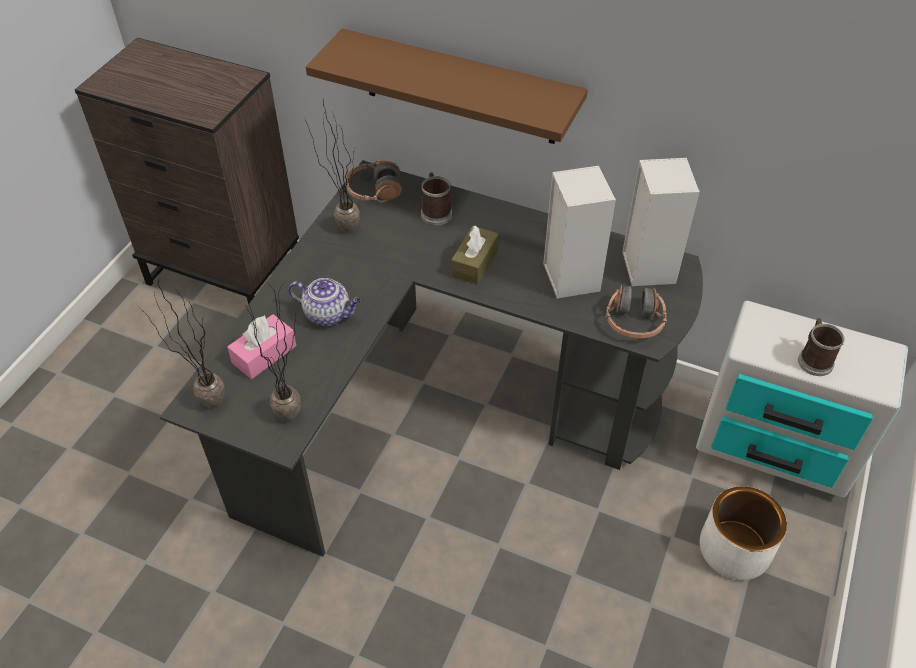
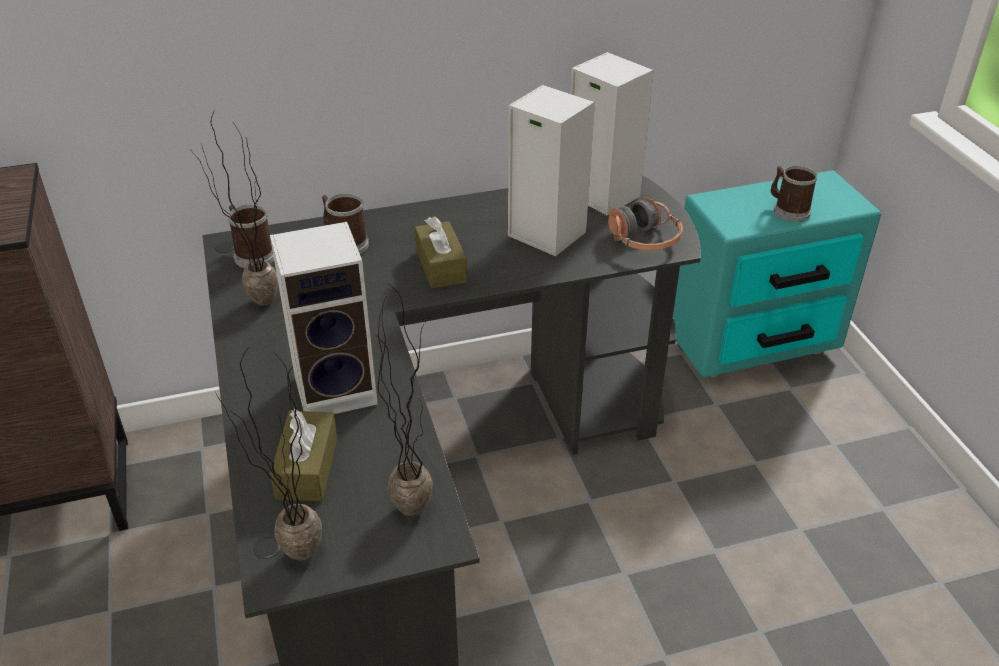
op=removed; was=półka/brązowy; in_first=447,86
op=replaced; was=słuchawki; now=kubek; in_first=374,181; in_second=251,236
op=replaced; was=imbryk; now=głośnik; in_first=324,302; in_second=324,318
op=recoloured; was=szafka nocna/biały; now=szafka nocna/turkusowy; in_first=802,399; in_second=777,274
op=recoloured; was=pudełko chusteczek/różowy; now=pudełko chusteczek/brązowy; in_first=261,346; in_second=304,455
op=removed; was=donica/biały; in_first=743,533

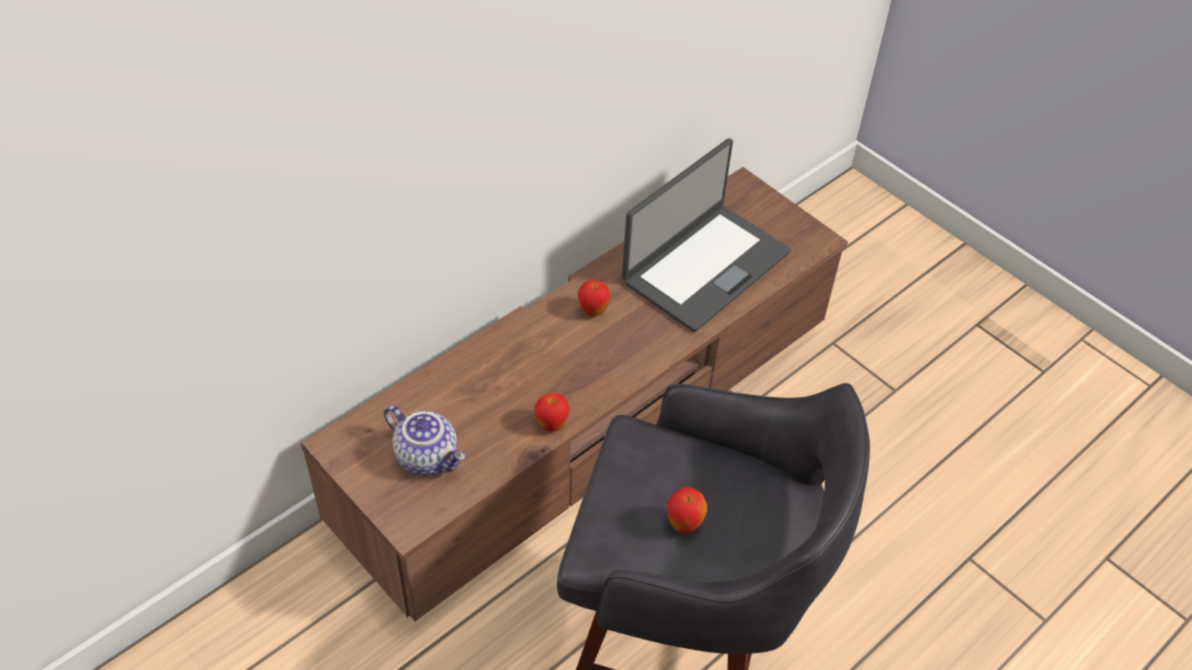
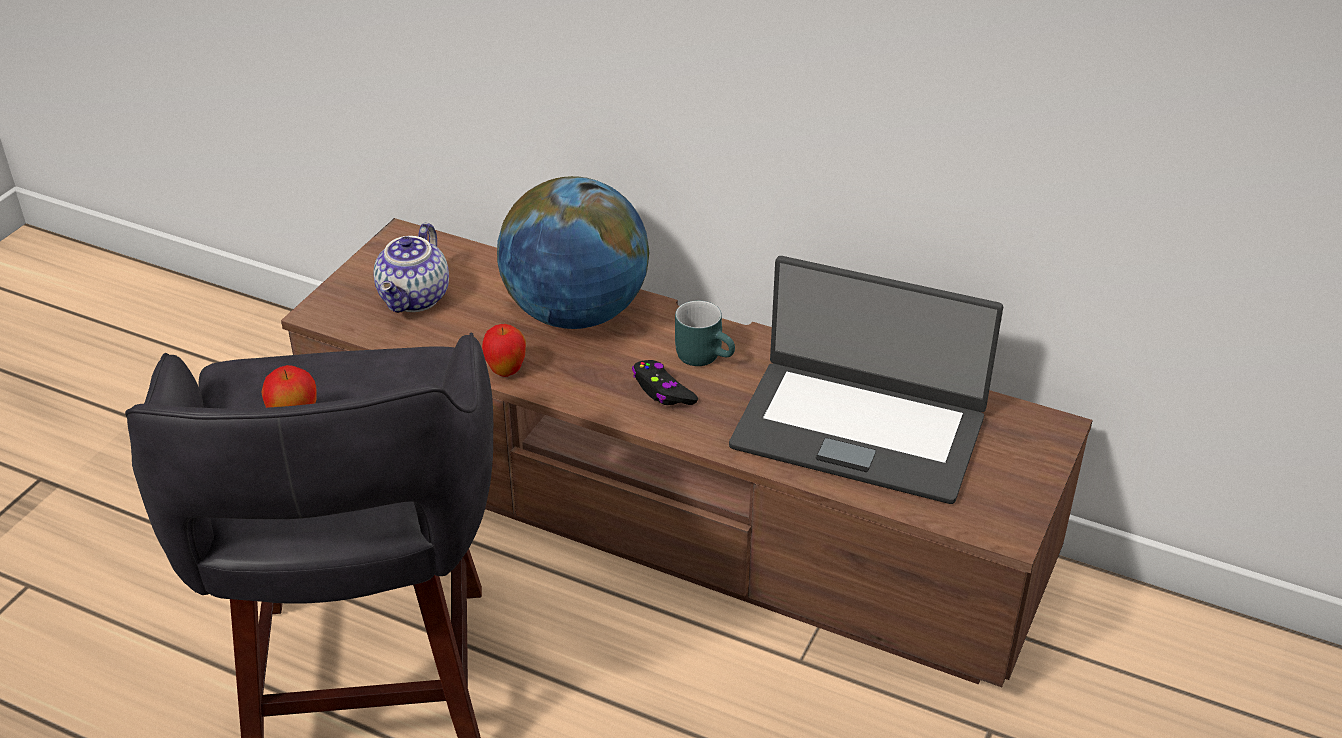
op=replaced; was=jabłko; now=kubek/turkusowy; in_first=594,298; in_second=705,333
op=added; now=globus; in_second=573,252
op=added; now=pad do gier/czarny; in_second=665,382

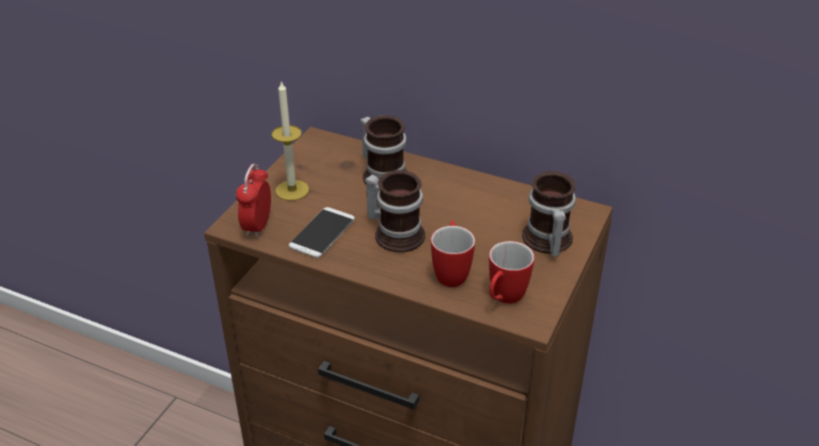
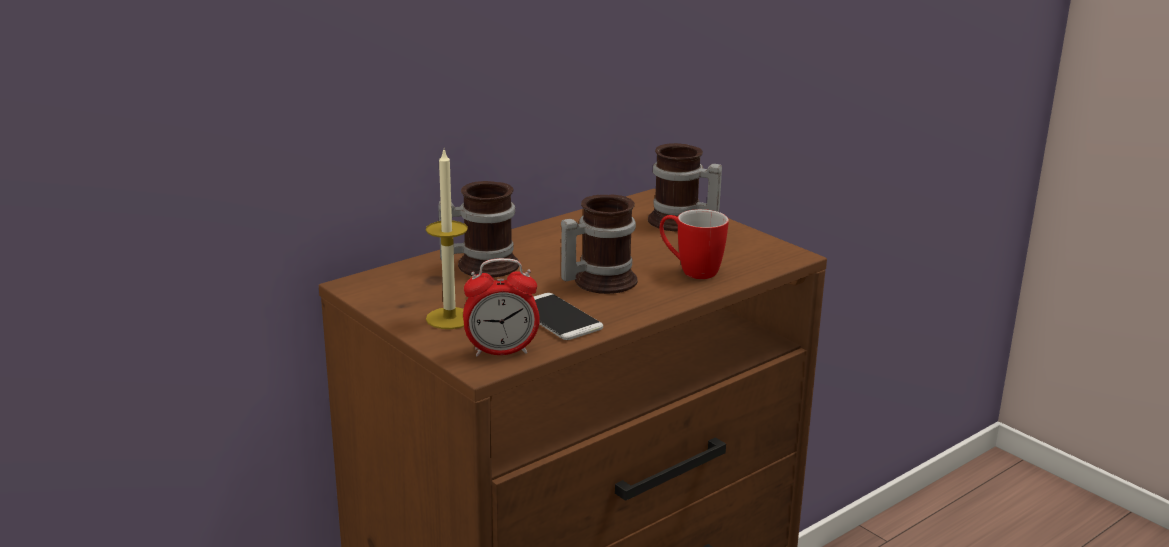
op=turned; was=budzik; in_first=253,200; in_second=501,307; clockwise=-45
op=removed; was=kubek; in_first=511,272

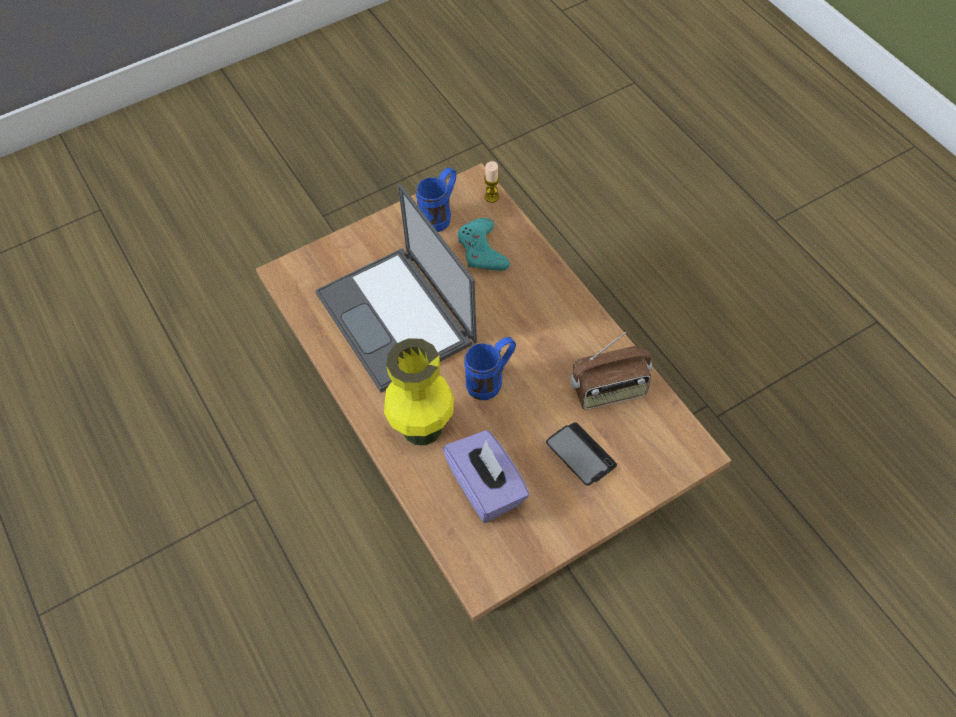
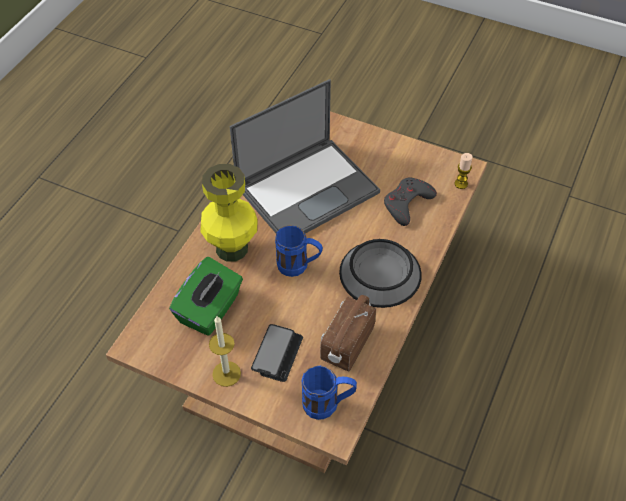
op=moved; was=kubek/niebieski; in_first=436,200; in_second=329,393
op=turned; was=laptop; in_first=396,287; in_second=305,156; clockwise=-150
op=recoloured; was=pad do gier/turkusowy; now=pad do gier/szary; in_first=484,244; in_second=410,201
op=turned; was=radio; in_first=611,371; in_second=348,333; clockwise=75
op=recoloured; was=pudełko chusteczek/fioletowy; now=pudełko chusteczek/zielony; in_first=486,476; in_second=206,296
op=added; now=miska; in_second=380,273
op=added; now=świeca; in_second=225,351

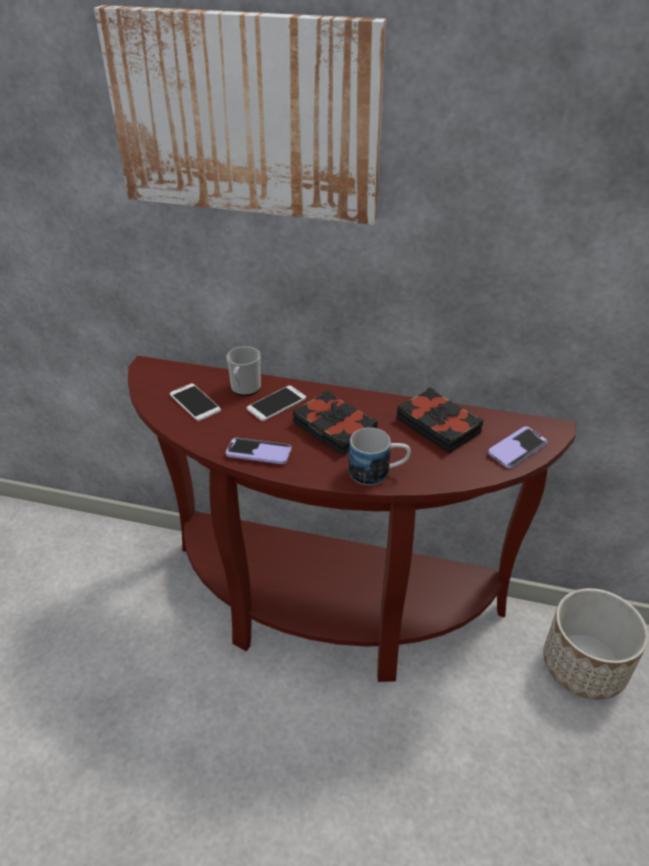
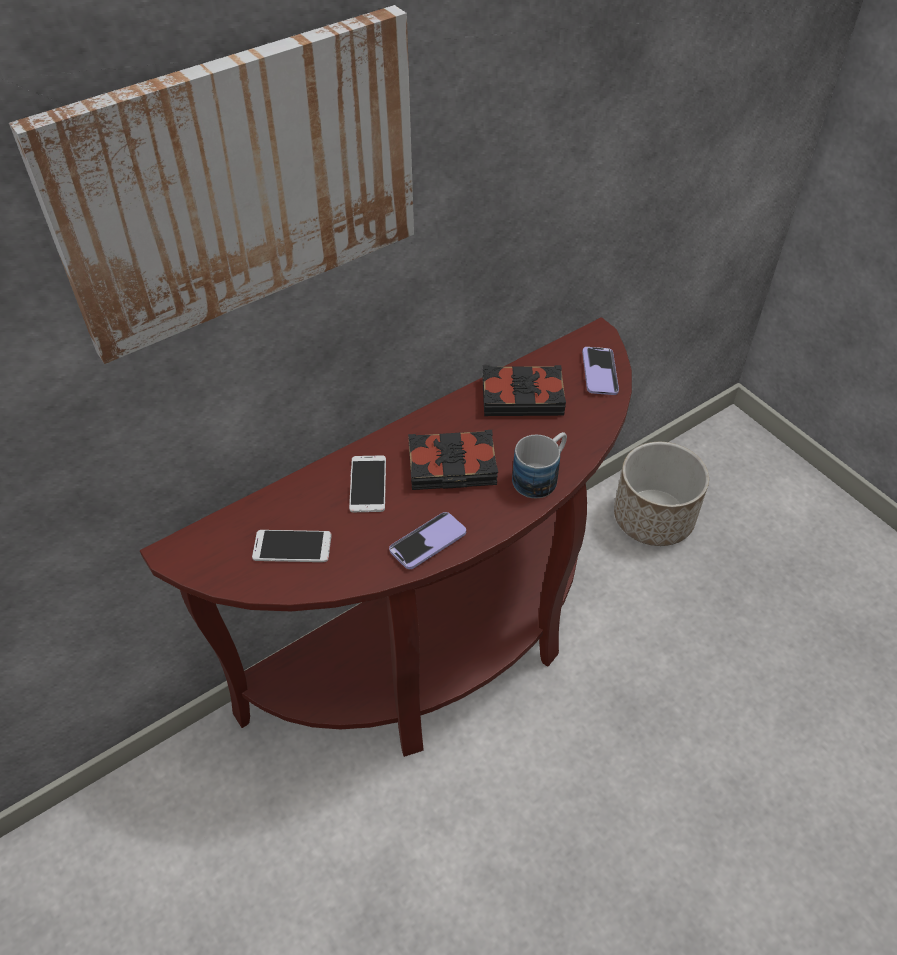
op=removed; was=kubek; in_first=244,371

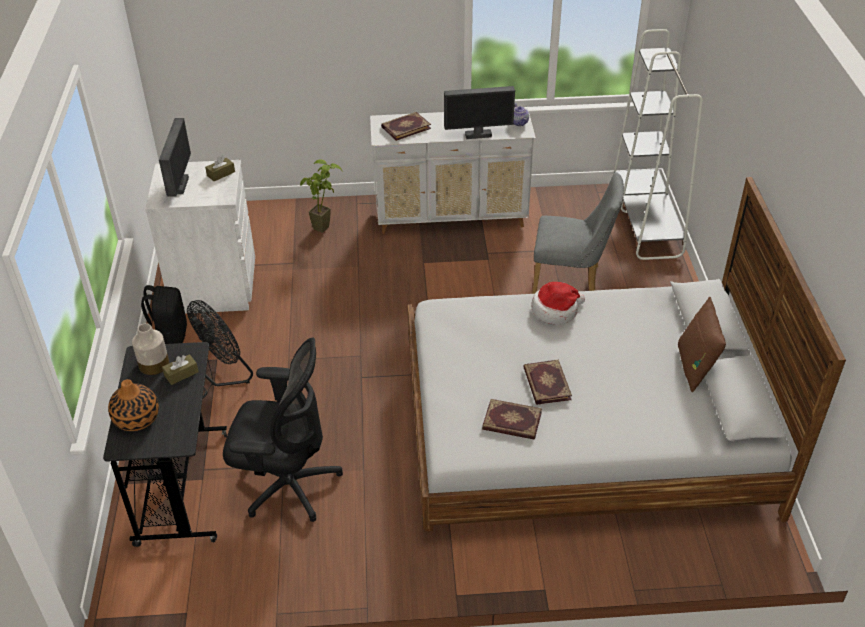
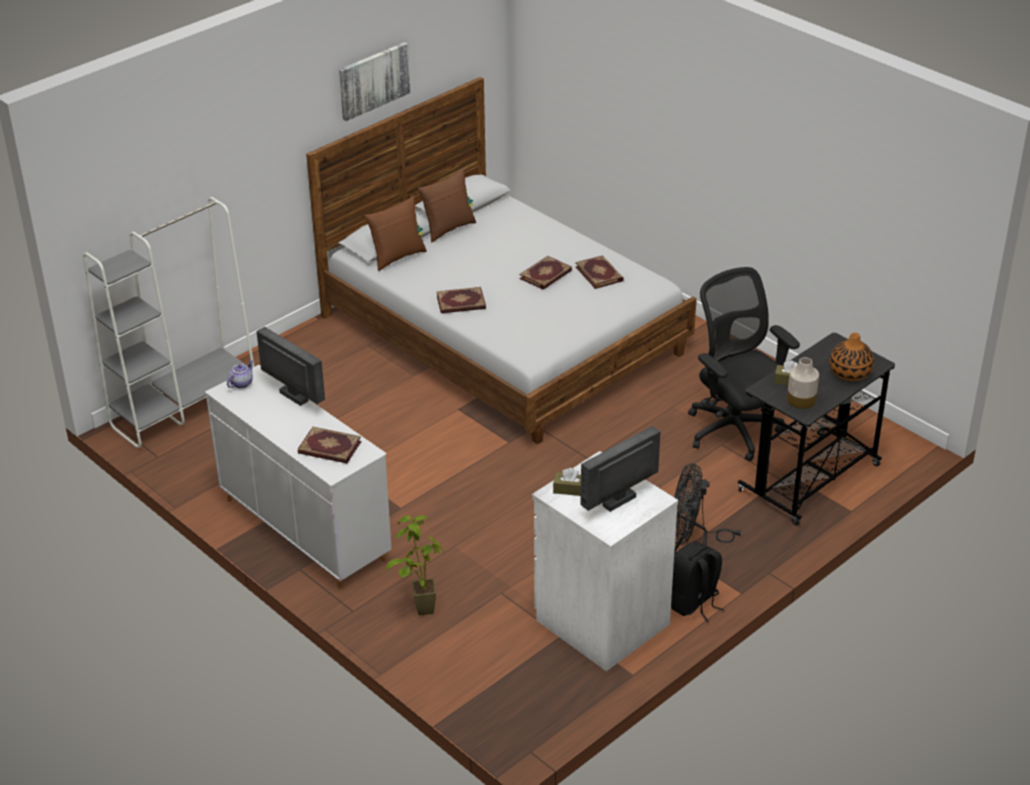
op=removed; was=krzesło/szary; in_first=578,233
op=replaced; was=kapelusz; now=książka; in_first=558,303; in_second=461,300
op=added; now=obraz; in_second=375,81
op=added; now=poduszka/brązowy; in_second=396,233

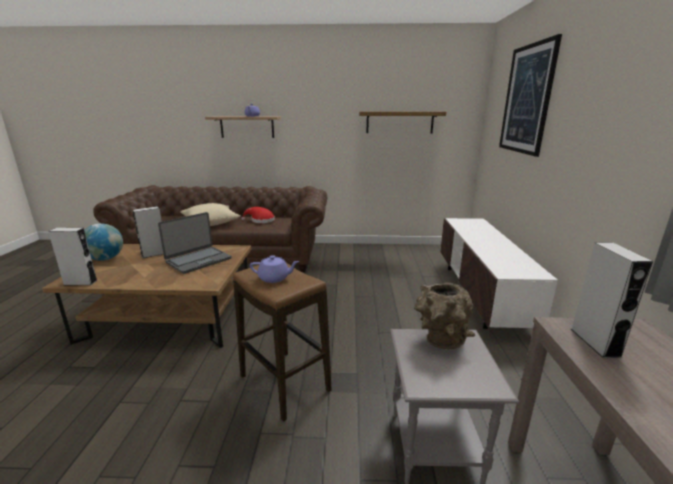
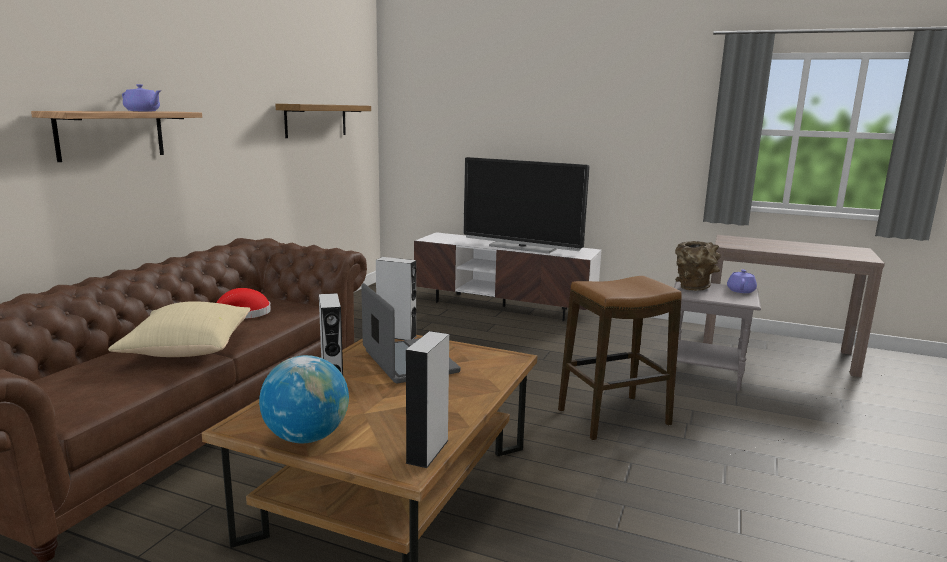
op=removed; was=obraz; in_first=530,95
op=moved; was=głośnik/szary; in_first=612,300; in_second=396,298
op=moved; was=imbryk/fioletowy; in_first=274,269; in_second=742,281
op=added; now=telewizor; in_second=526,205

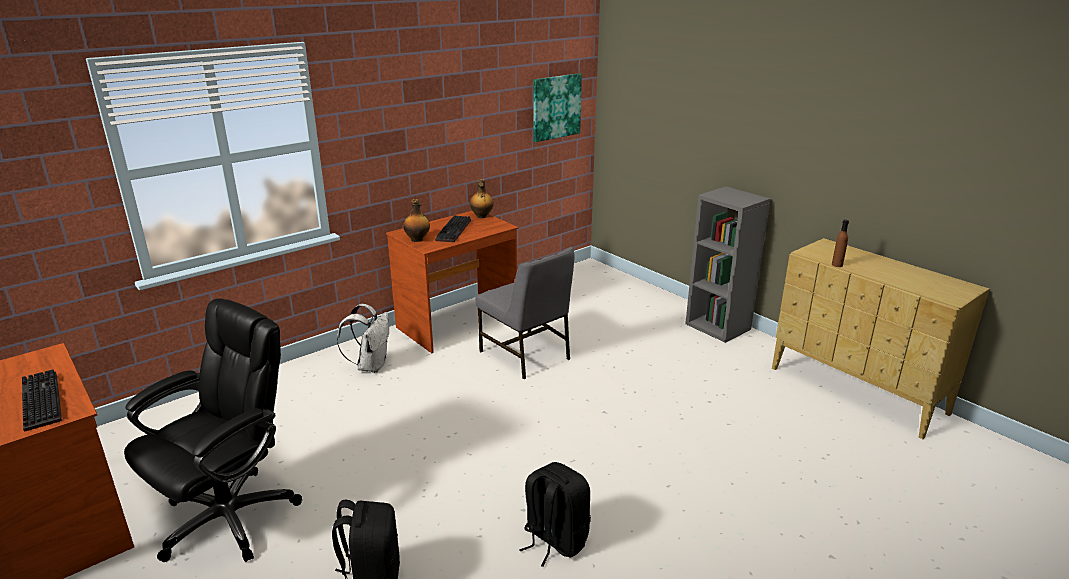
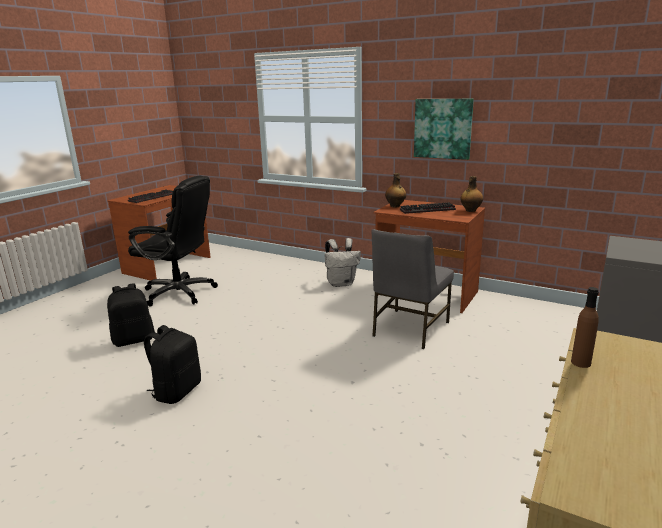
op=moved; was=obraz; in_first=557,107; in_second=444,129

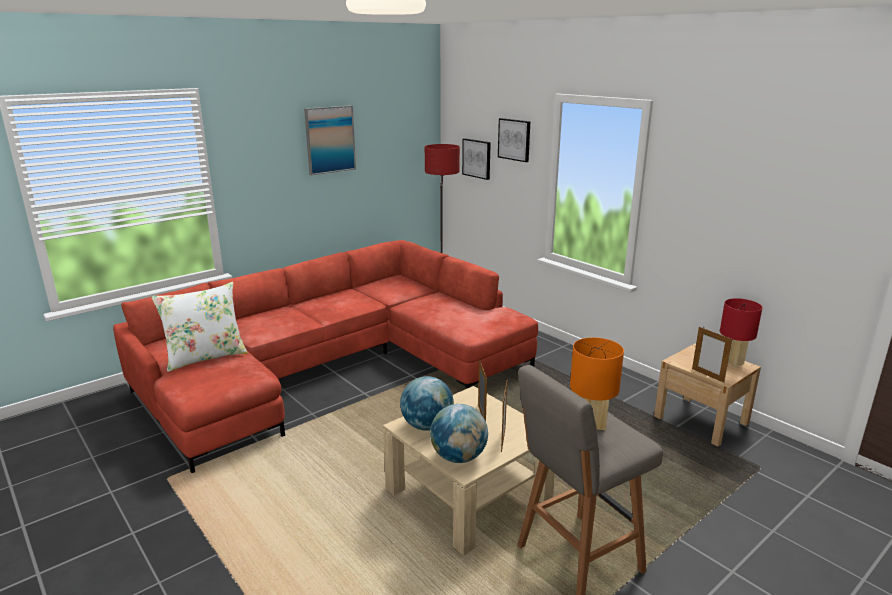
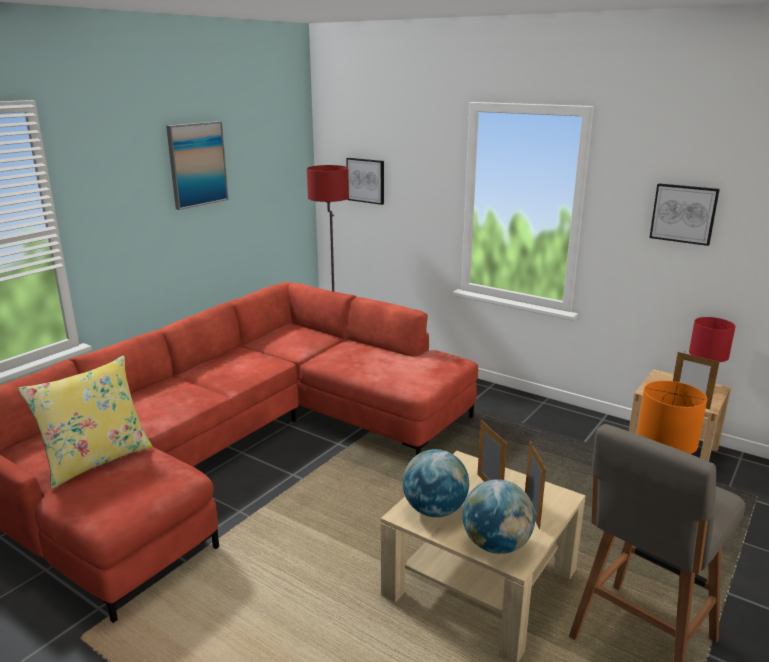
op=moved; was=obraz; in_first=514,140; in_second=684,214
op=recoloured; was=poduszka/biały; now=poduszka/żółty; in_first=199,327; in_second=85,422

